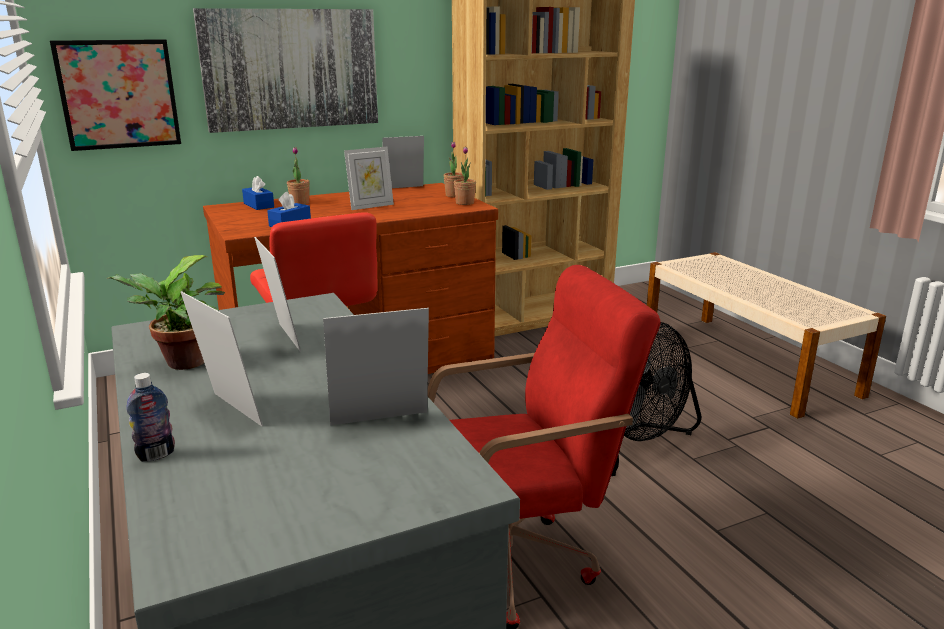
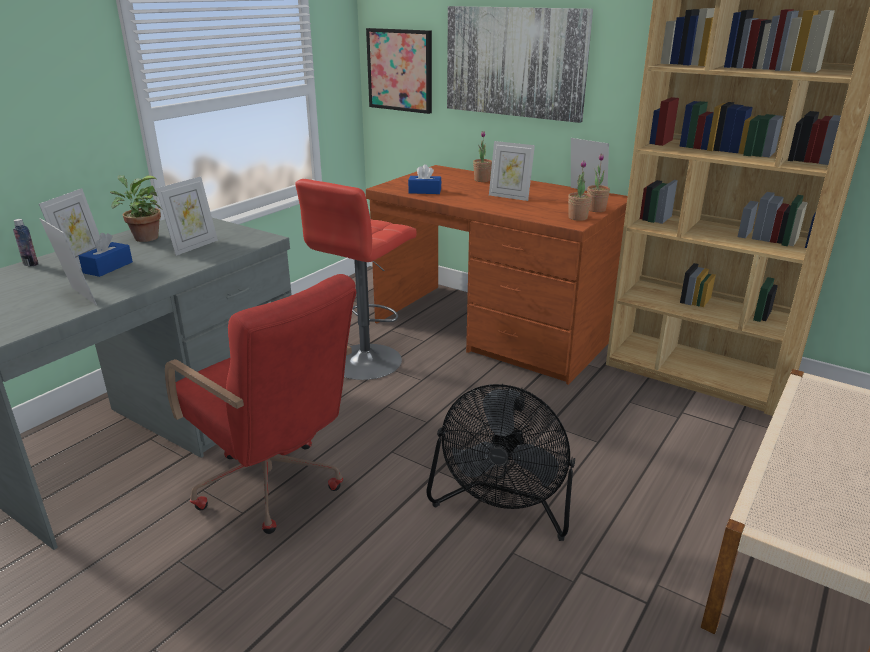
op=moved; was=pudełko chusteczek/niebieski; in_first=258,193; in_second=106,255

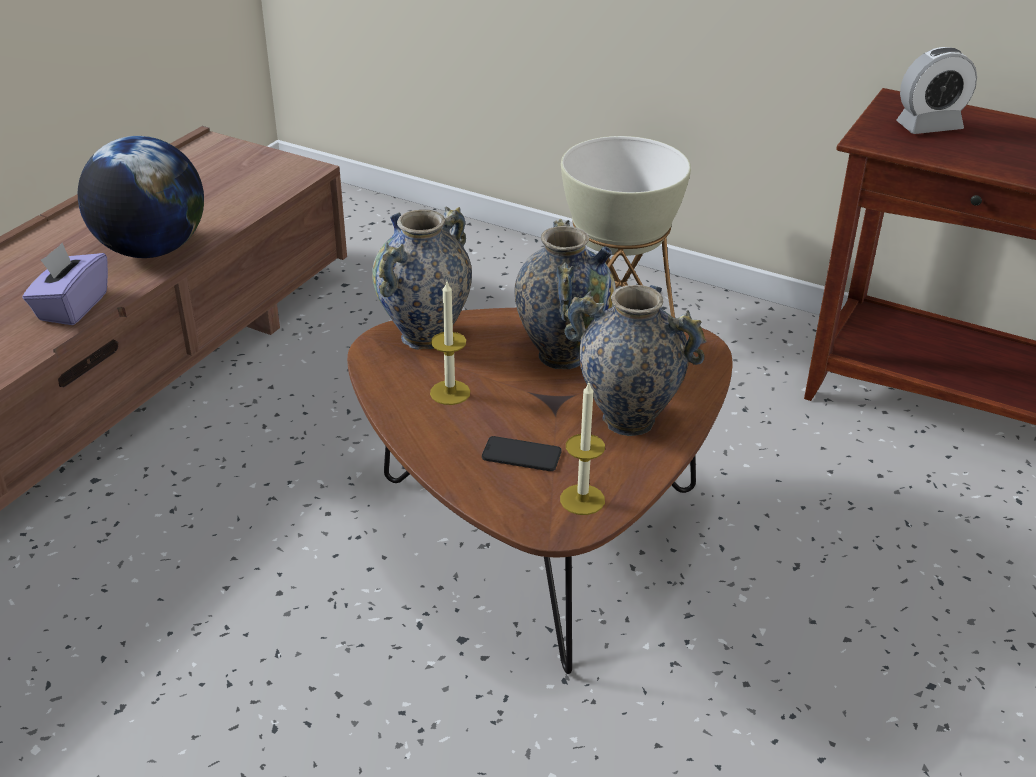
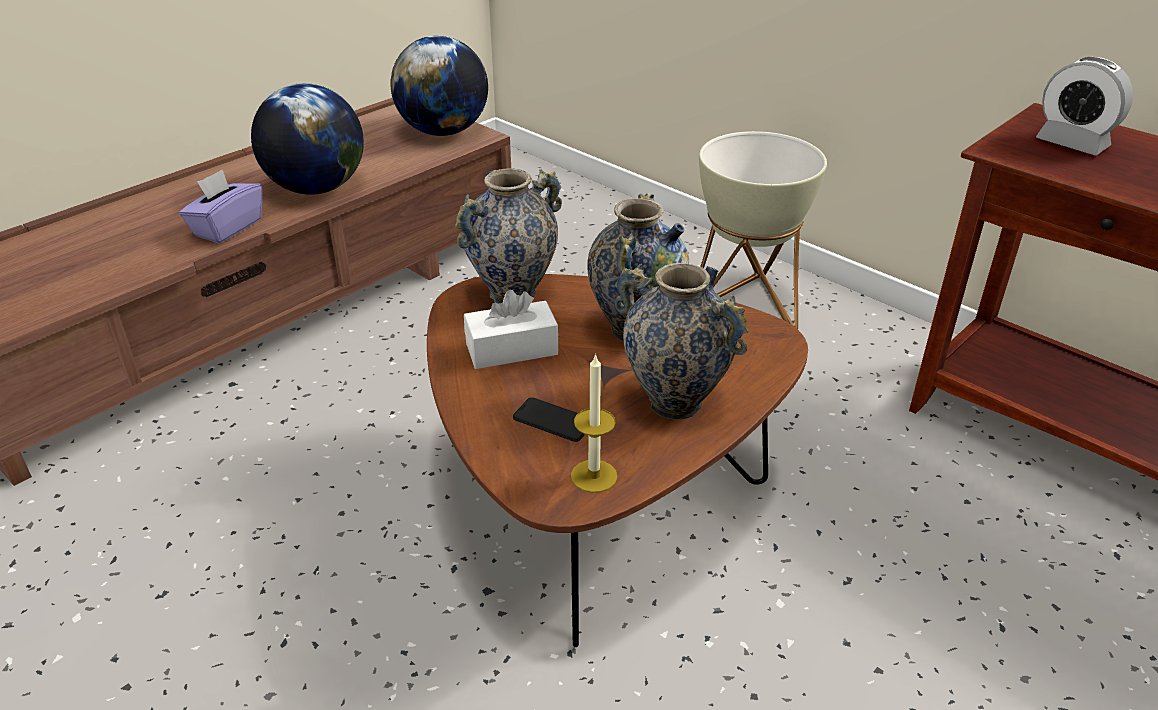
op=turned; was=budzik; in_first=936,90; in_second=1084,106; clockwise=45
op=replaced; was=świeca; now=pudełko chusteczek/biały; in_first=450,343; in_second=511,329
op=added; now=globus; in_second=439,85

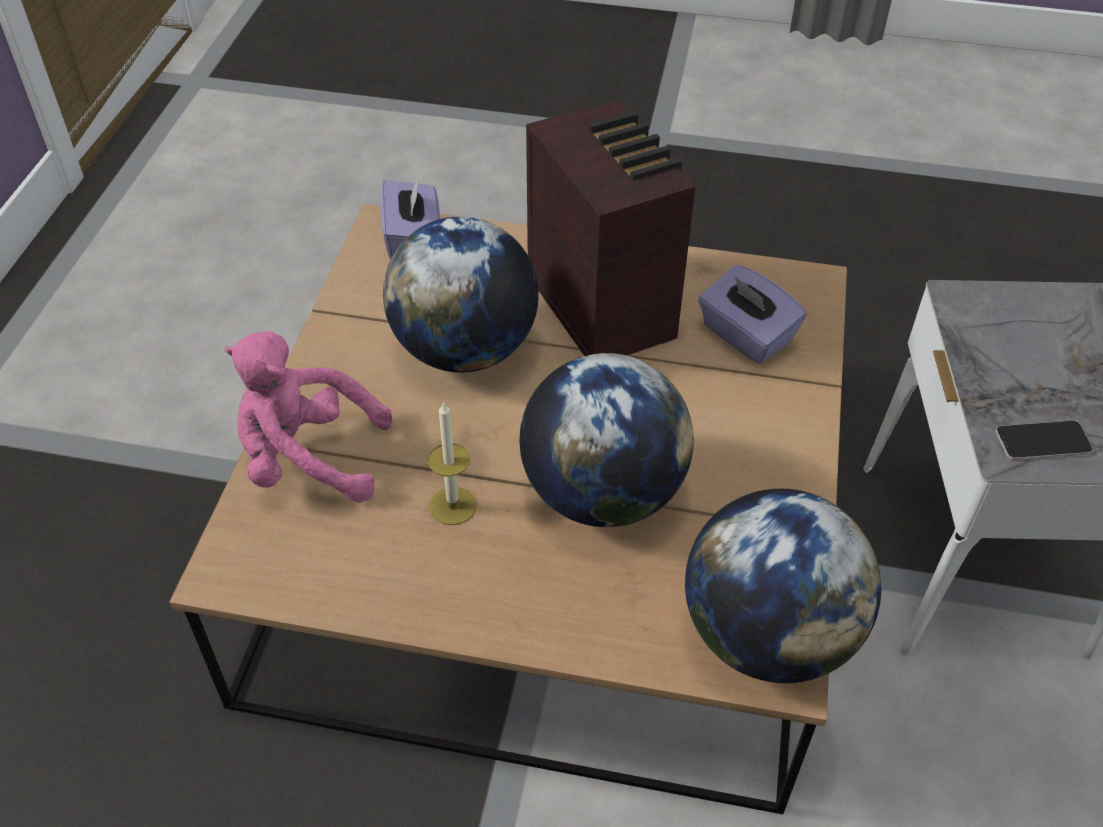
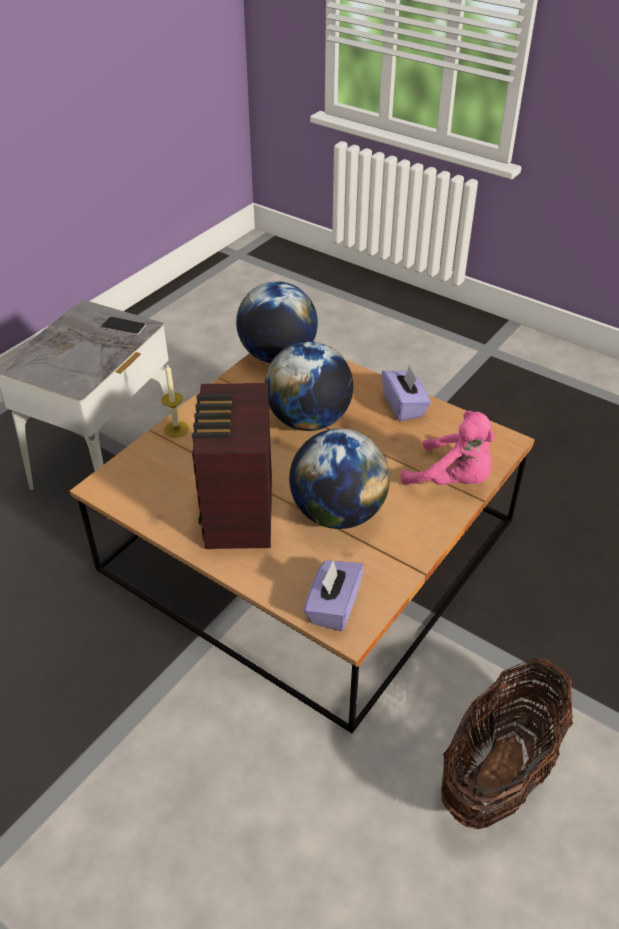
op=moved; was=pudełko chusteczek/fioletowy; in_first=752,314; in_second=406,393
op=moved; was=świeca; in_first=452,463; in_second=175,401
op=added; now=koszyk; in_second=507,744

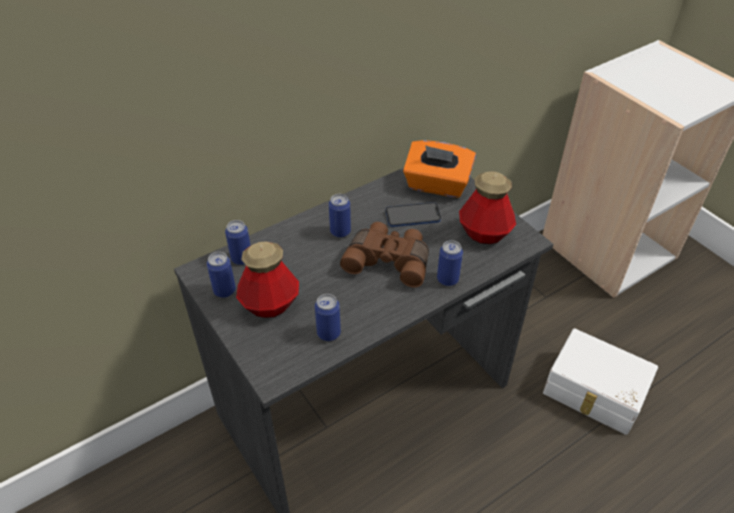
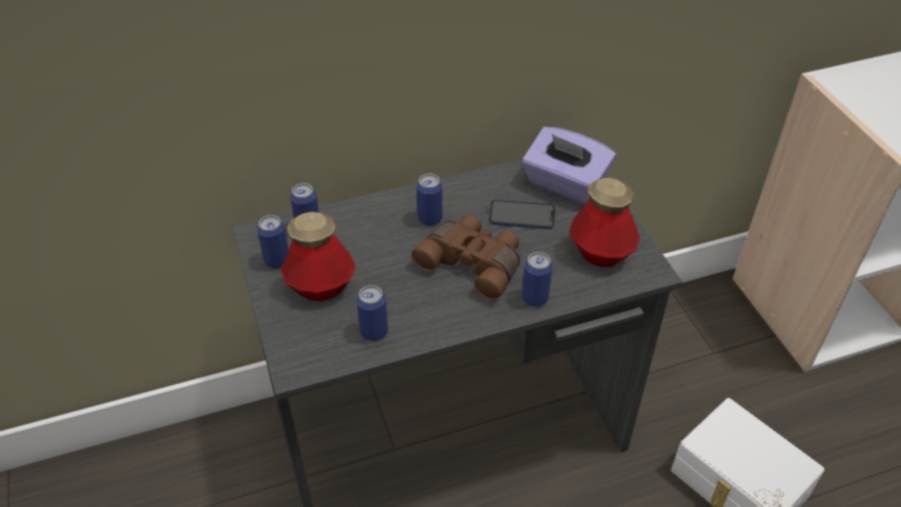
op=recoloured; was=pudełko chusteczek/pomarańczowy; now=pudełko chusteczek/fioletowy; in_first=439,169; in_second=569,165

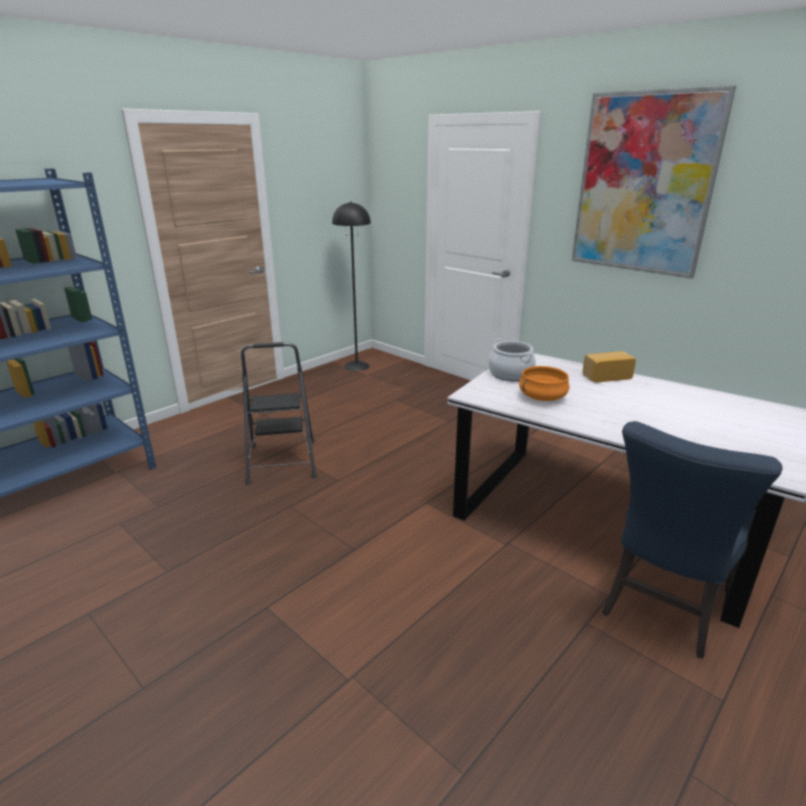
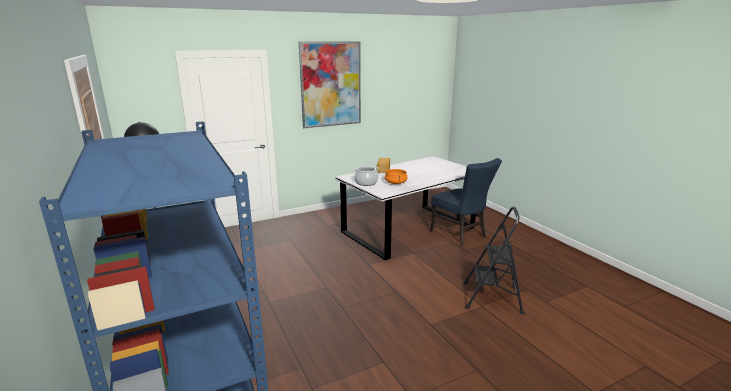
op=moved; was=drabinka/czarny; in_first=279,413; in_second=494,260

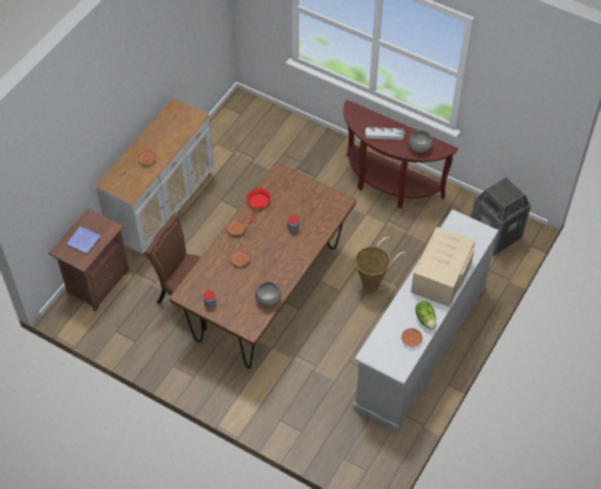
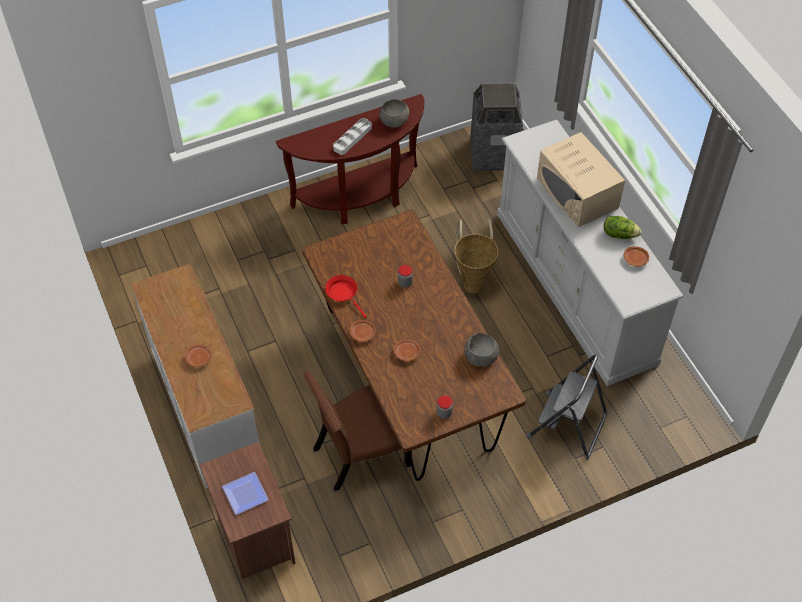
op=added; now=drabinka/szary; in_second=567,407

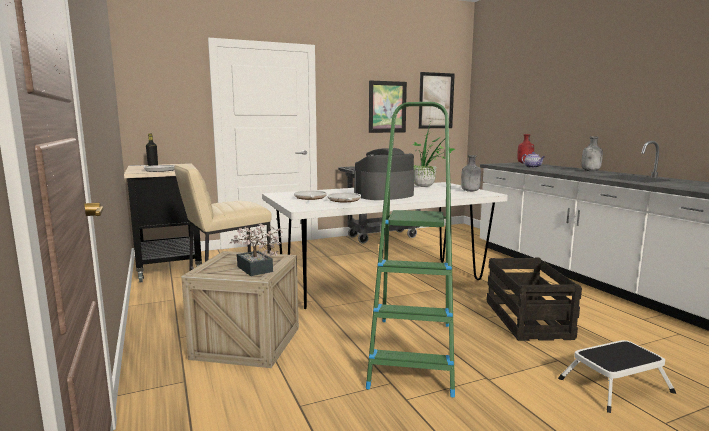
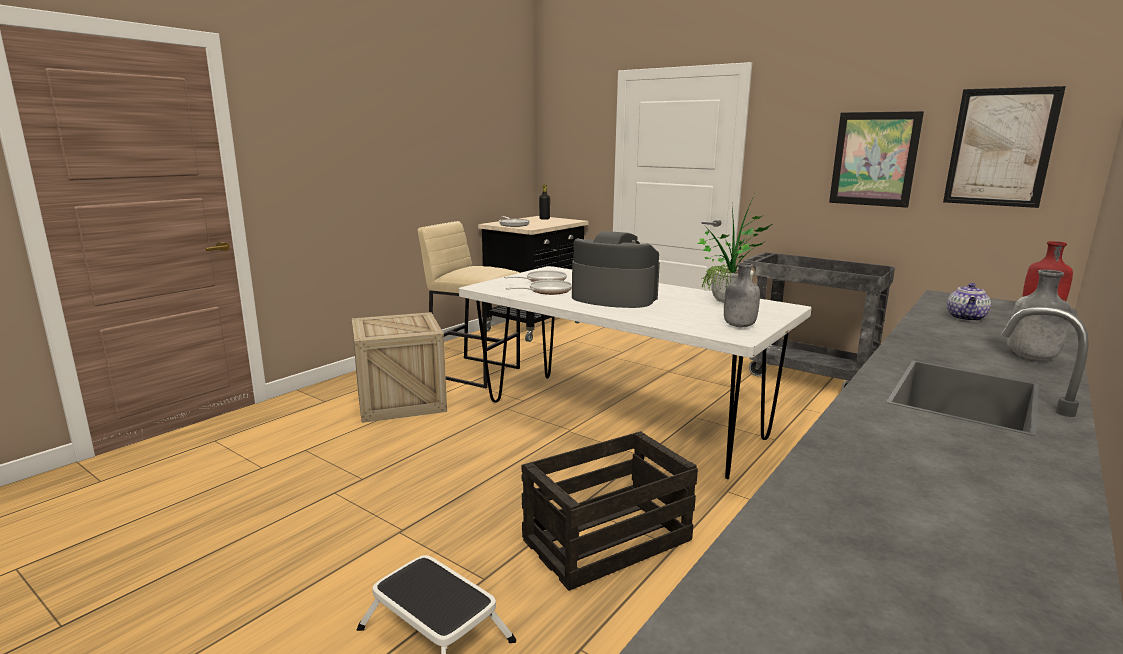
op=removed; was=drabinka/zielony; in_first=410,250
op=removed; was=roślina doniczkowa; in_first=256,250

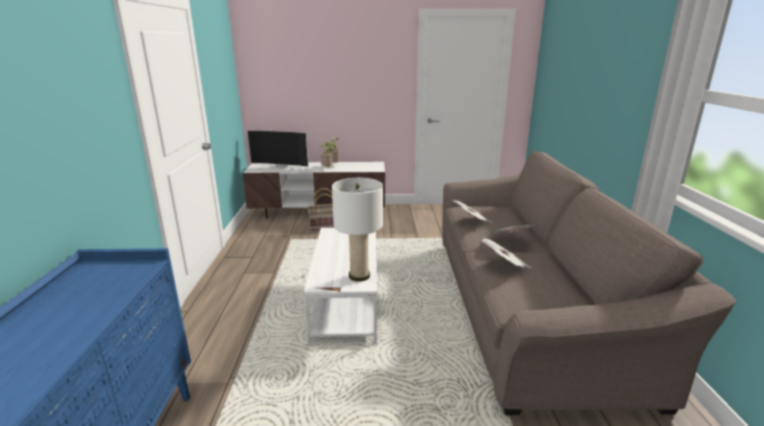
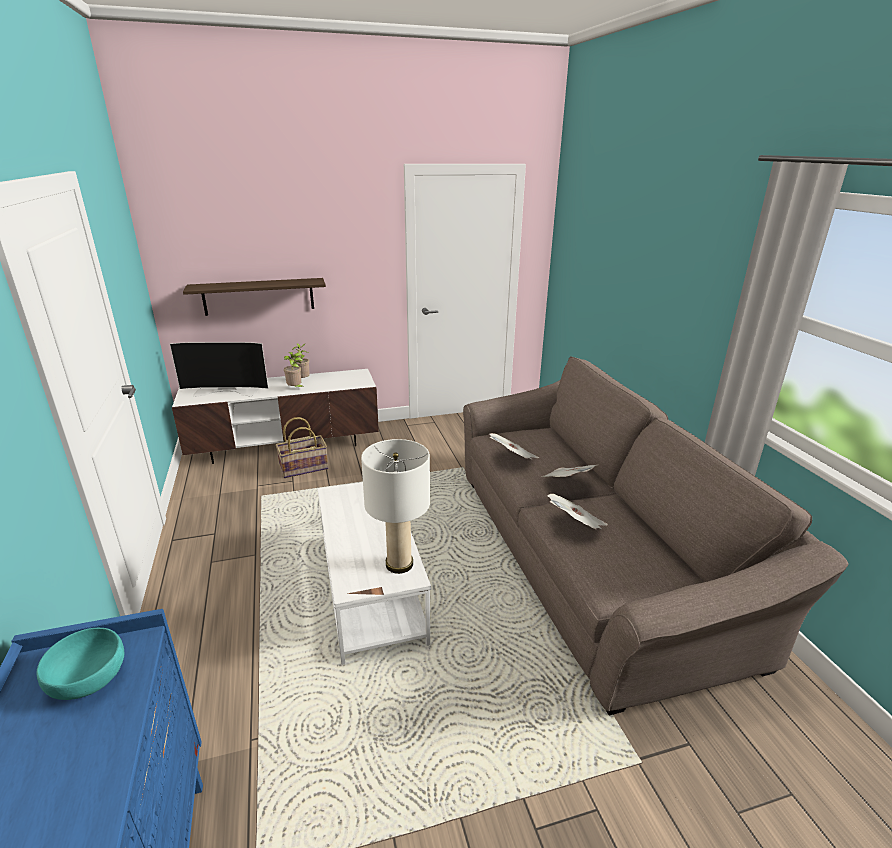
op=added; now=półka; in_second=254,297
op=added; now=miska/turkusowy; in_second=80,664

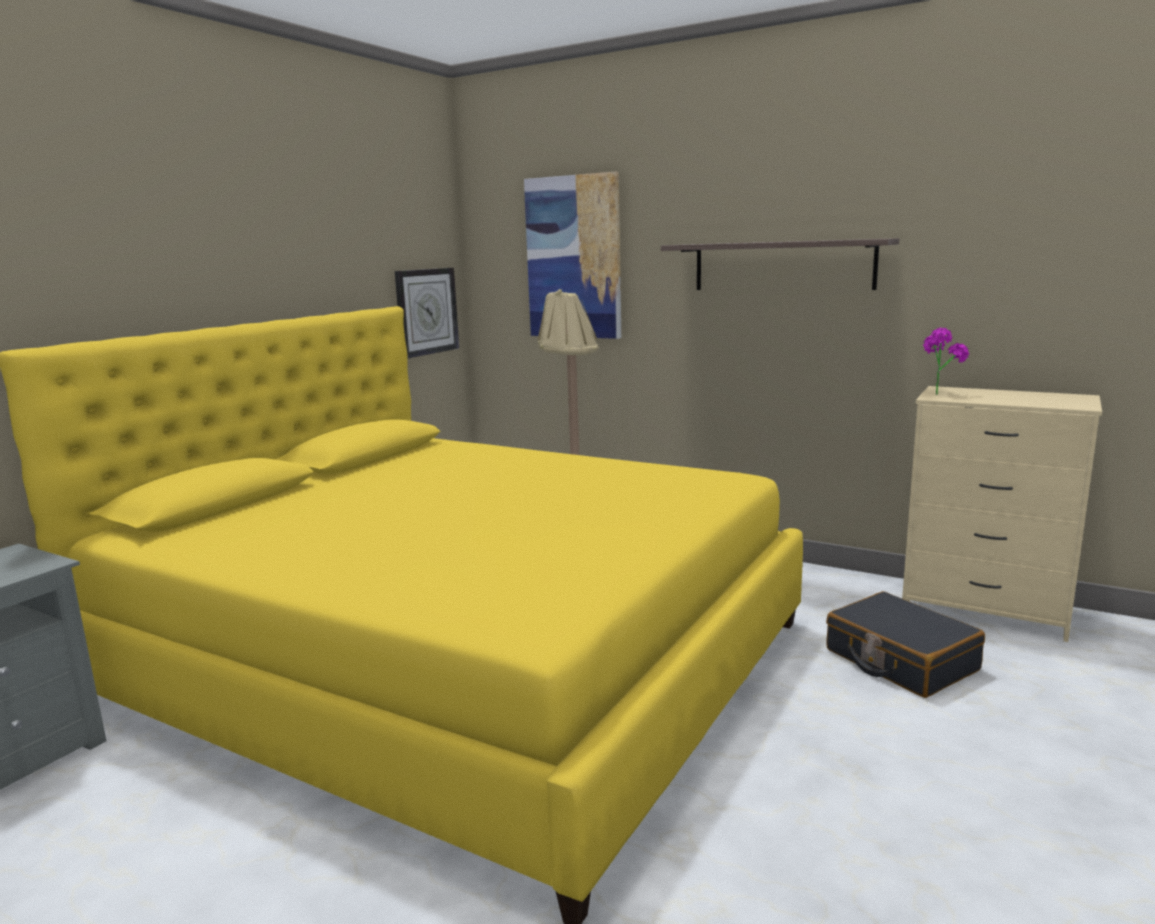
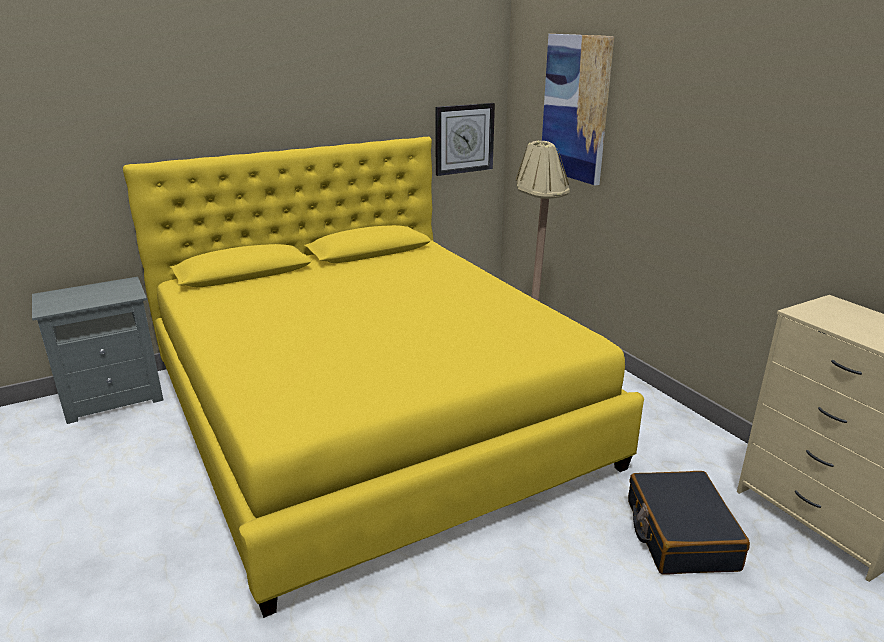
op=removed; was=półka; in_first=780,264
op=removed; was=roślina doniczkowa; in_first=946,361

